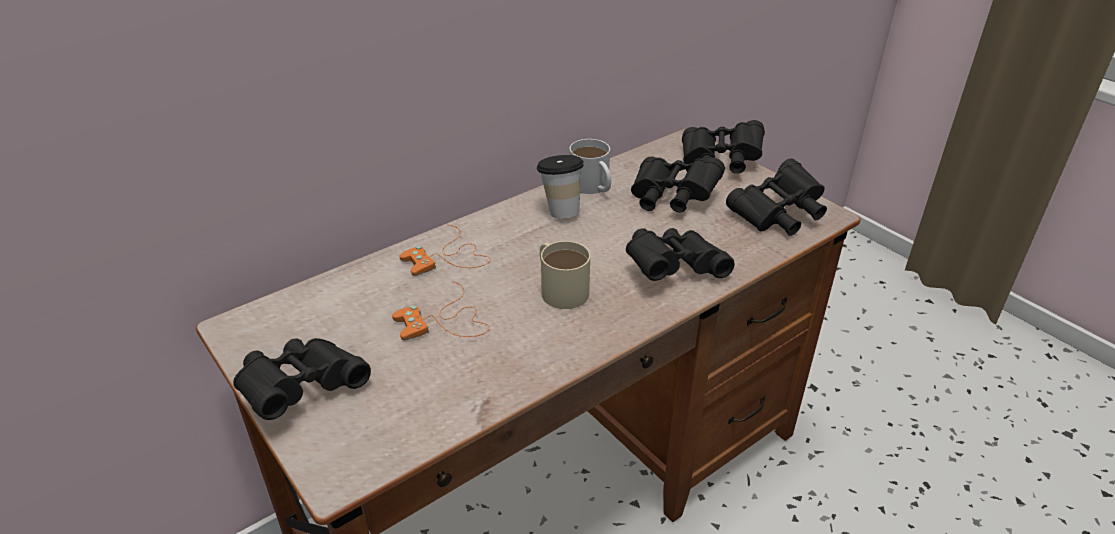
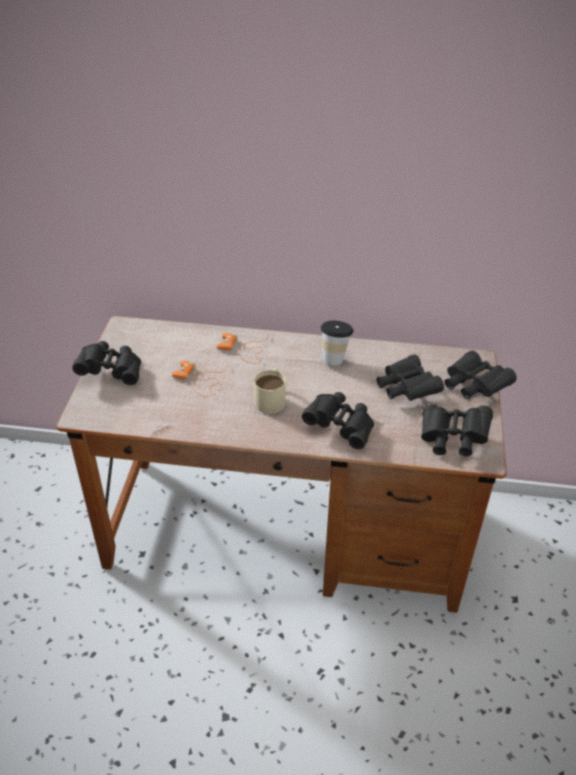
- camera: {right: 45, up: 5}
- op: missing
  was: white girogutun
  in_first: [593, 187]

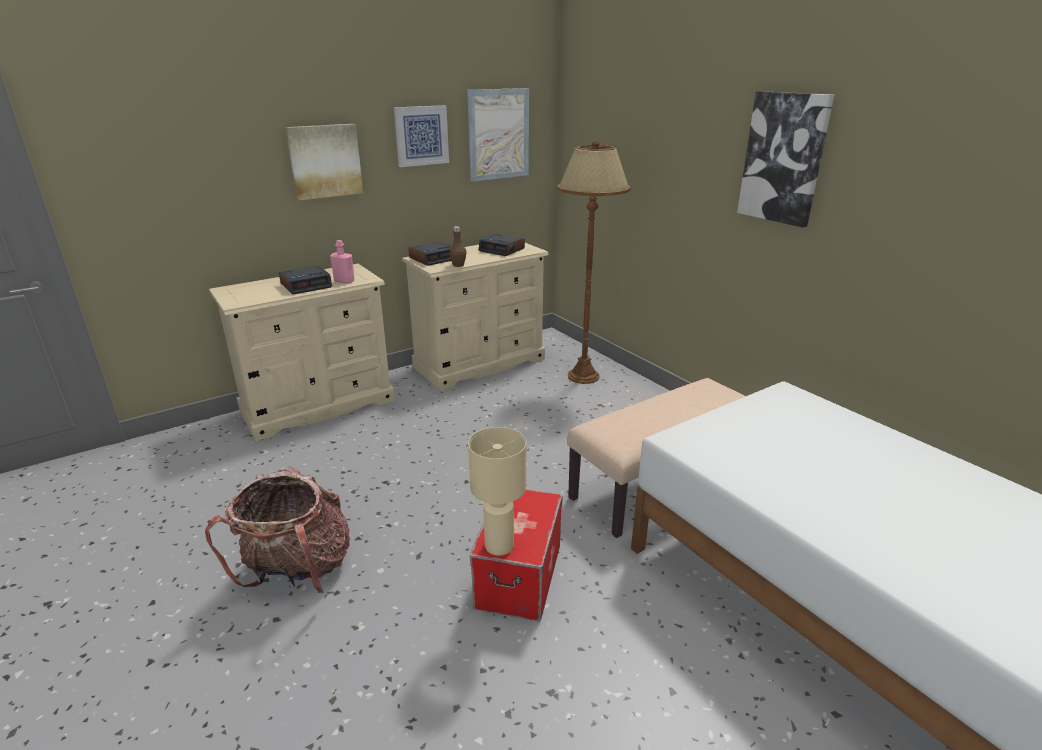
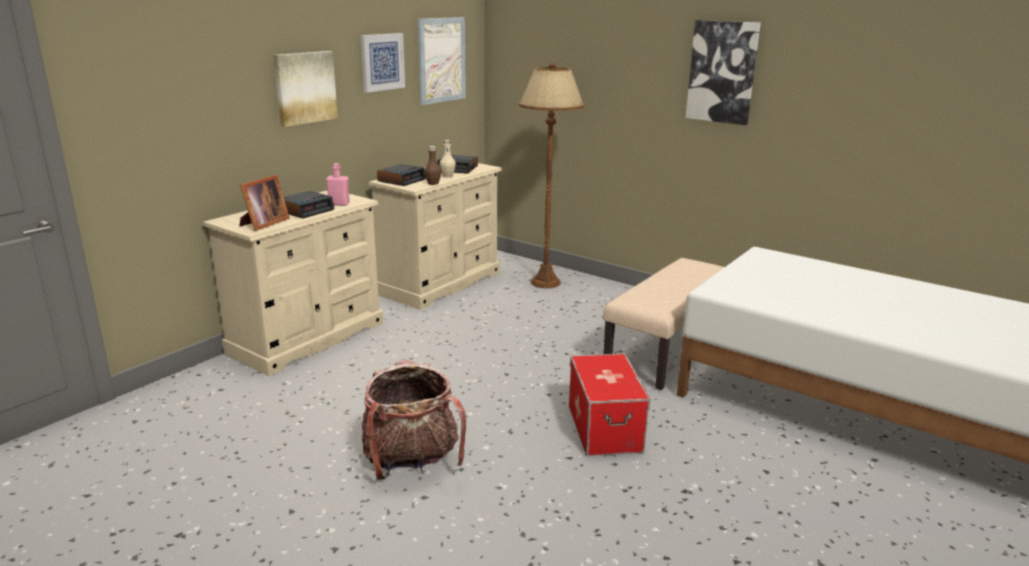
- camera: {right: -20, up: -5}
- op: missing
  was: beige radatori
  in_first: [498, 546]
- op: appeared
  now: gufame
  in_second: [263, 224]
- op: appeared
  now: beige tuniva
  in_second: [447, 176]

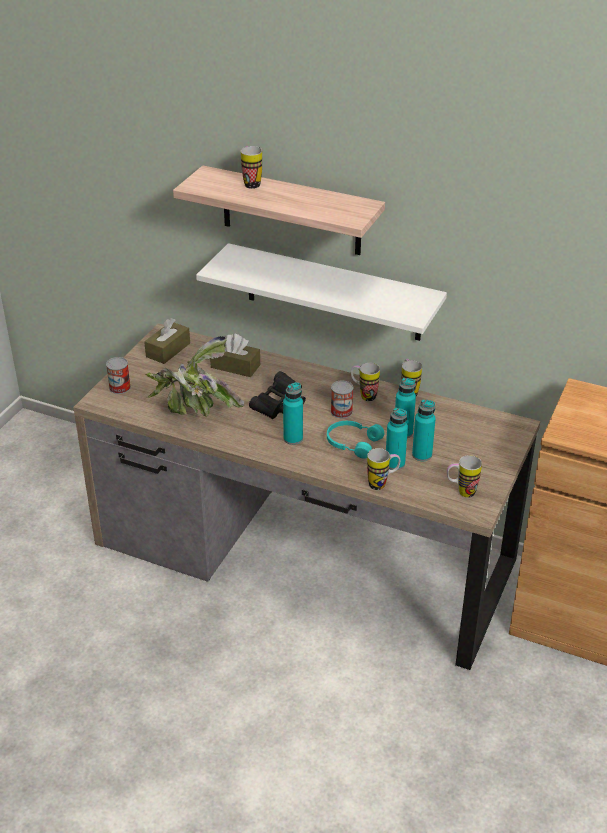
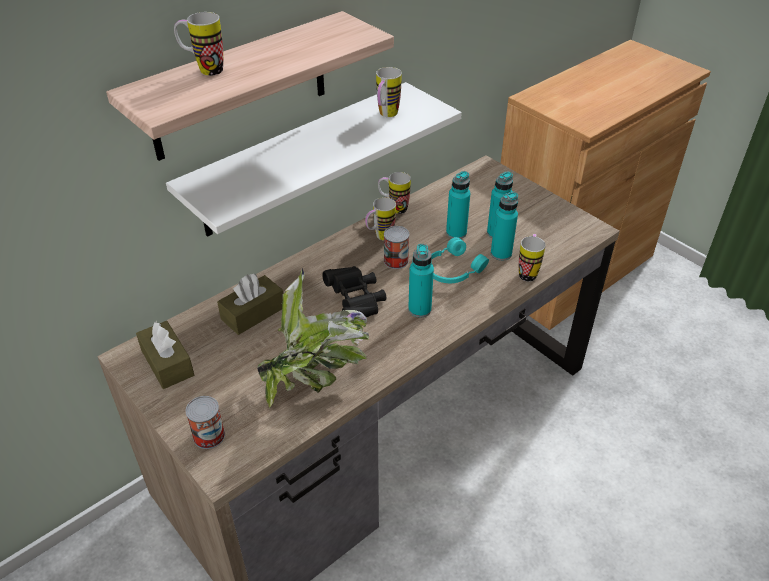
- camera: {right: -65, up: 5}
- op: relocated
  was: girogutun
  in_first: [461, 492]
  in_second: [386, 115]

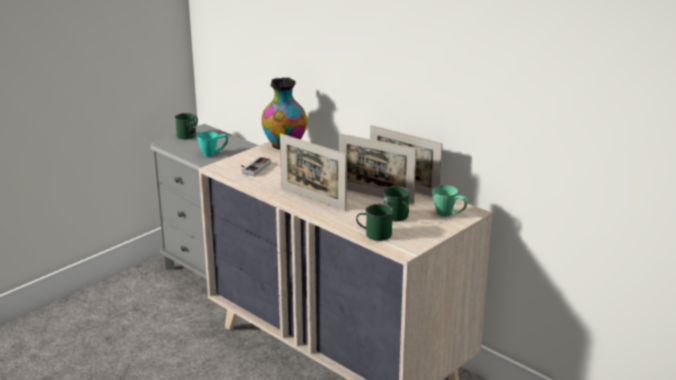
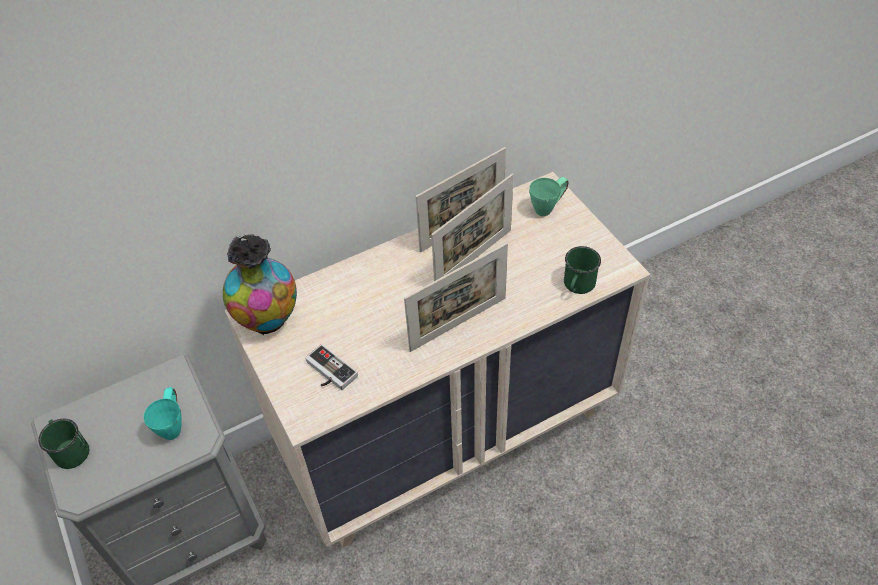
- camera: {right: -70, up: 25}
- op: missing
  was: green girogutun
  in_first: [398, 217]

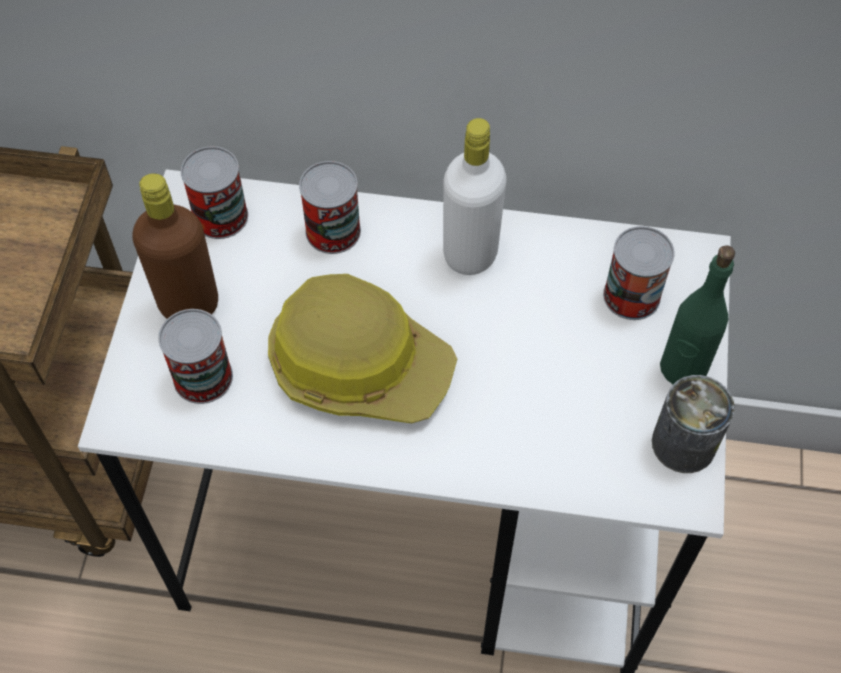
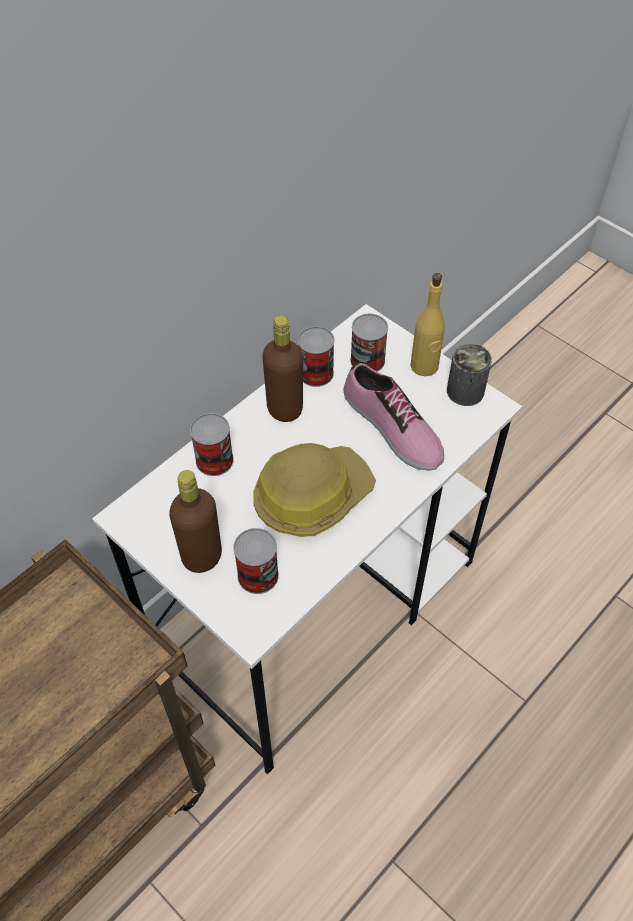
- camera: {right: -55, up: -5}
- op: appeared
  now: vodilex
  in_second: [391, 428]
- op: relocated
  was: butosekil
  in_first: [220, 216]
  in_second: [316, 373]
- op: colour
  was: white tuniva
  now: brown tuniva
  in_first: [470, 254]
  in_second: [284, 409]
- op: colour
  was: green tuniva
  now: yellow tuniva
  in_first: [683, 368]
  in_second: [424, 366]

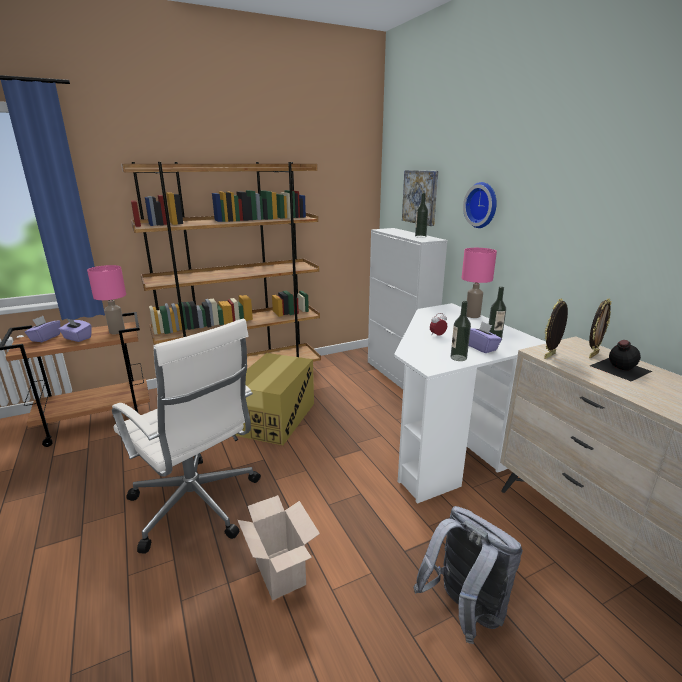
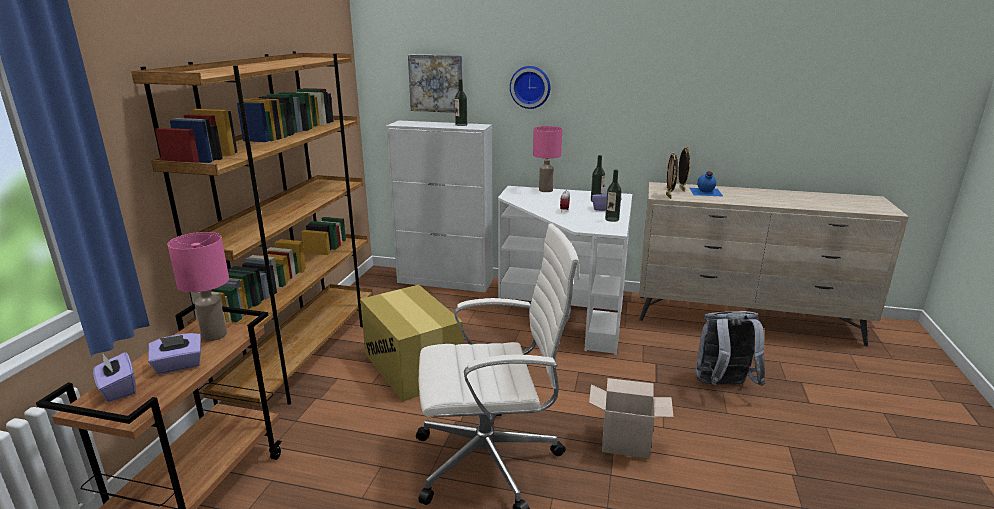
- camera: {right: -50, up: 0}
- op: colour
  was: black tuniva
  now: blue tuniva
  in_first: [619, 368]
  in_second: [705, 192]

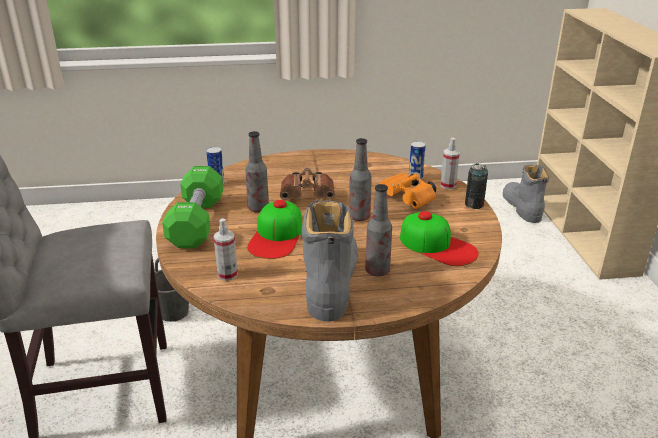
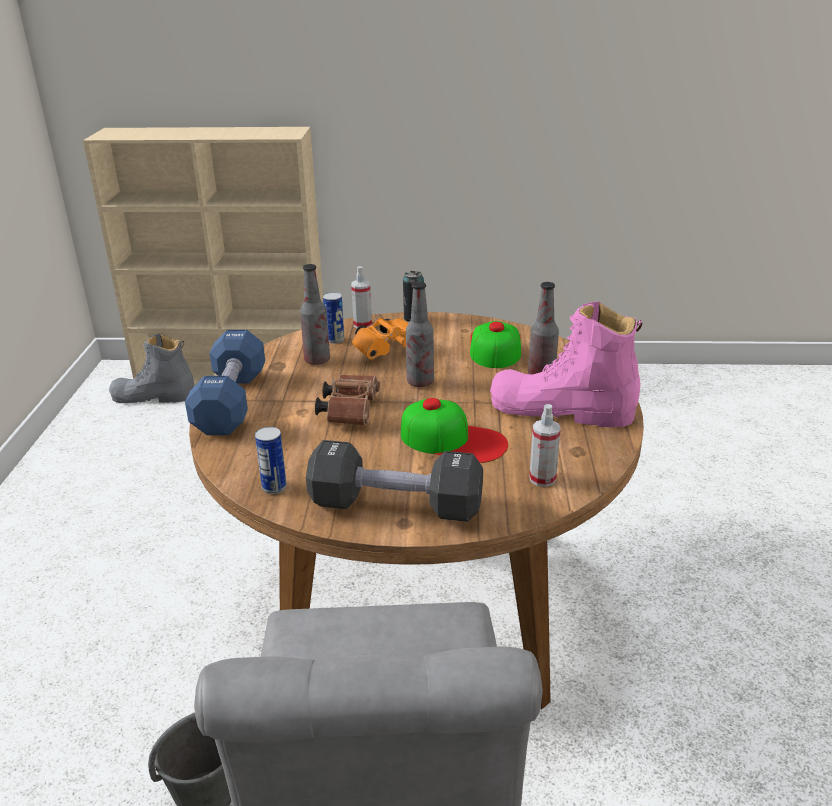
- camera: {right: -80, up: 0}
- op: appeared
  now: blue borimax
  in_second: [231, 402]
- op: relocated
  was: tuniva
  in_first: [258, 208]
  in_second: [317, 360]
- op: colour
  was: green borimax
  now: black borimax
  in_first: [196, 222]
  in_second: [395, 506]
- op: colour
  was: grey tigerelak
  now: pink tigerelak
  in_first: [331, 282]
  in_second: [561, 410]
- op: spun
  was: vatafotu
  in_first: [438, 245]
  in_second: [495, 347]
  clockwise: -45

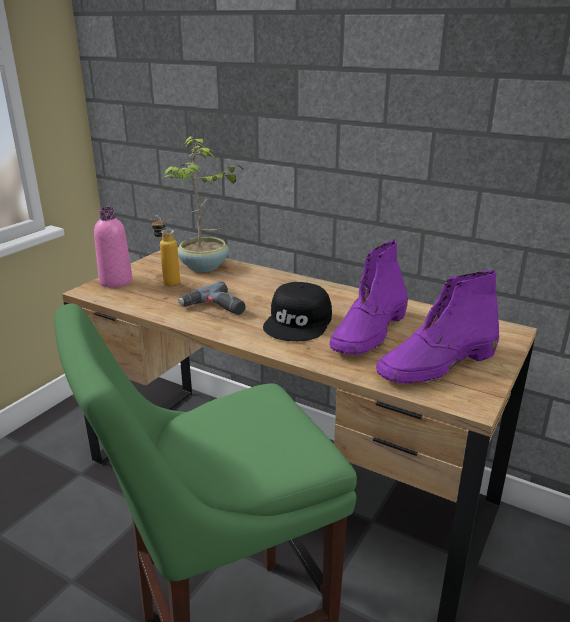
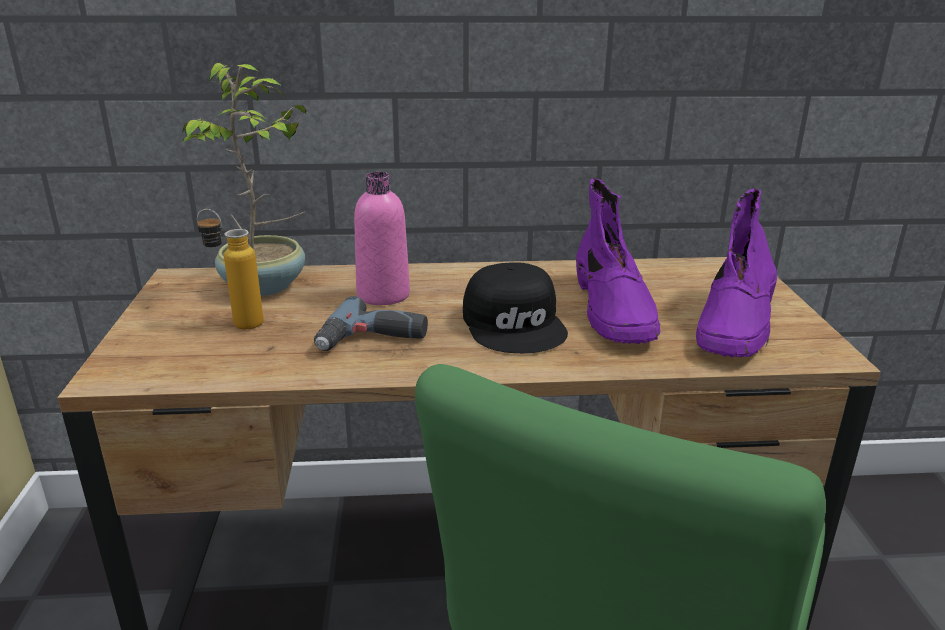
- camera: {right: -35, up: 0}
- op: relocated
  was: pink tuniva
  in_first: [116, 281]
  in_second: [383, 295]

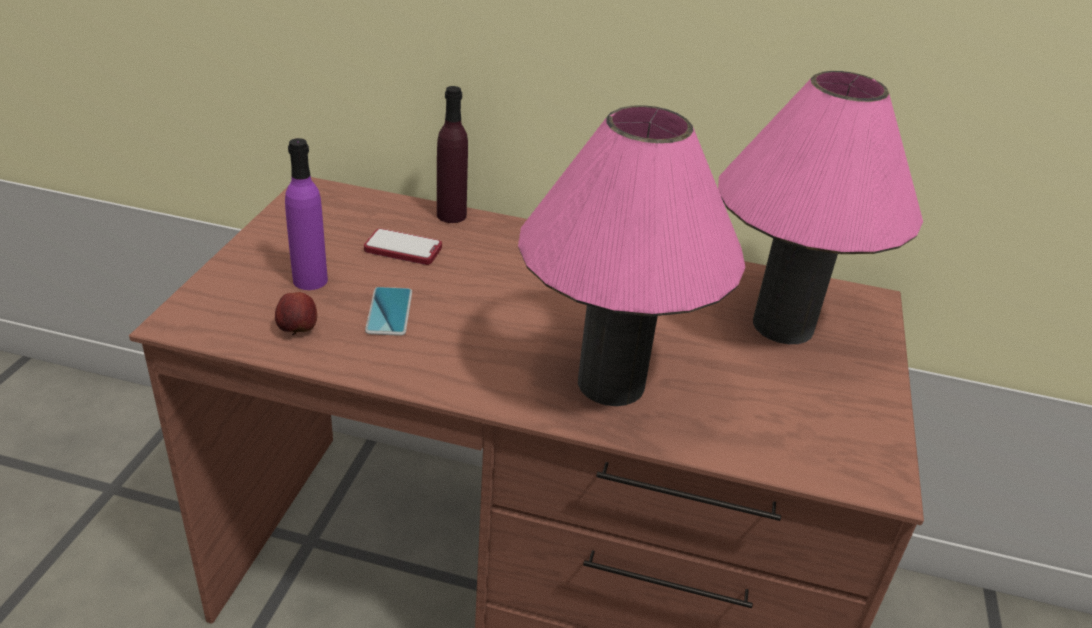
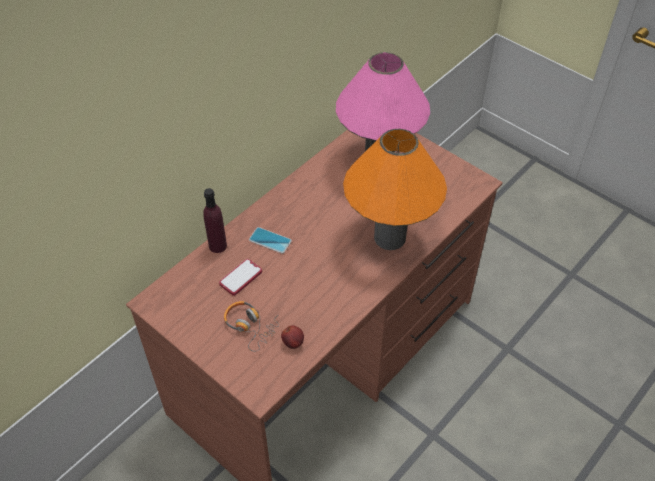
- camera: {right: -60, up: 15}
- op: relocated
  was: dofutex
  in_first: [389, 312]
  in_second: [270, 240]
- op: exchanged
  was: purple tuniva
  now: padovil
  in_first: [310, 280]
  in_second: [250, 327]
- op: colour
  was: pink radatori
  now: orange radatori
  in_first: [611, 383]
  in_second: [390, 237]

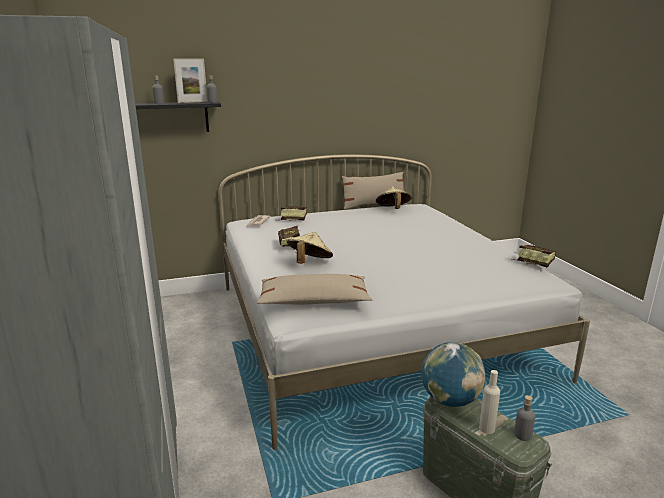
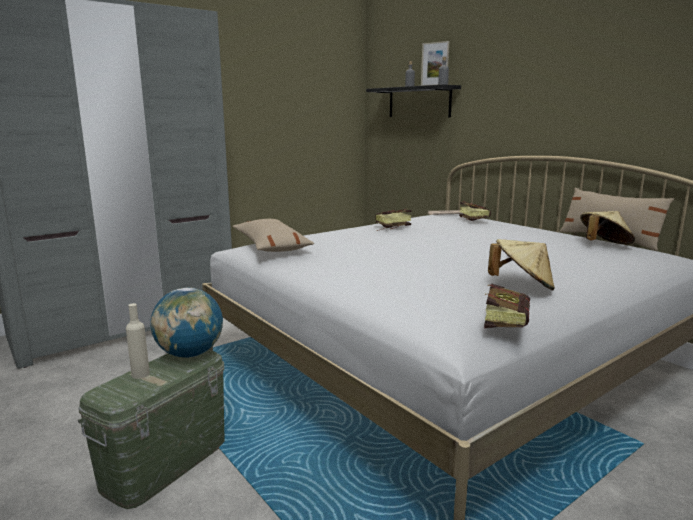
- camera: {right: 70, up: -5}
- op: missing
  was: grey tuniva
  in_first: [522, 435]
- op: relocated
  was: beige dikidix
  in_first: [309, 263]
  in_second: [522, 286]

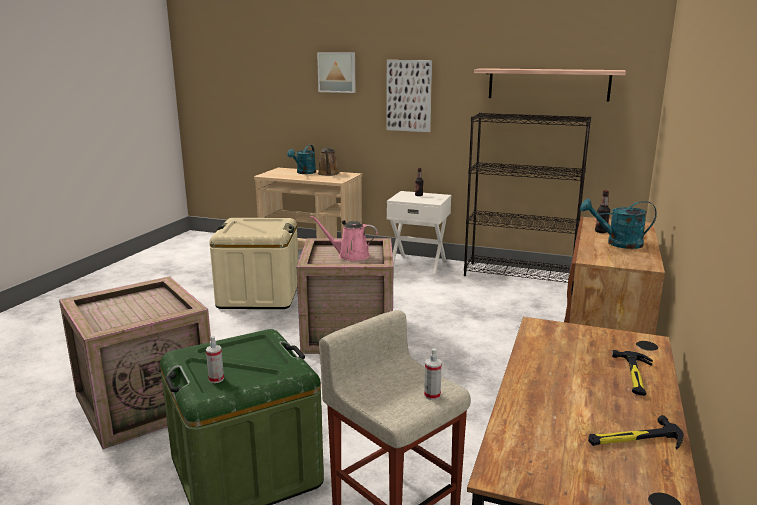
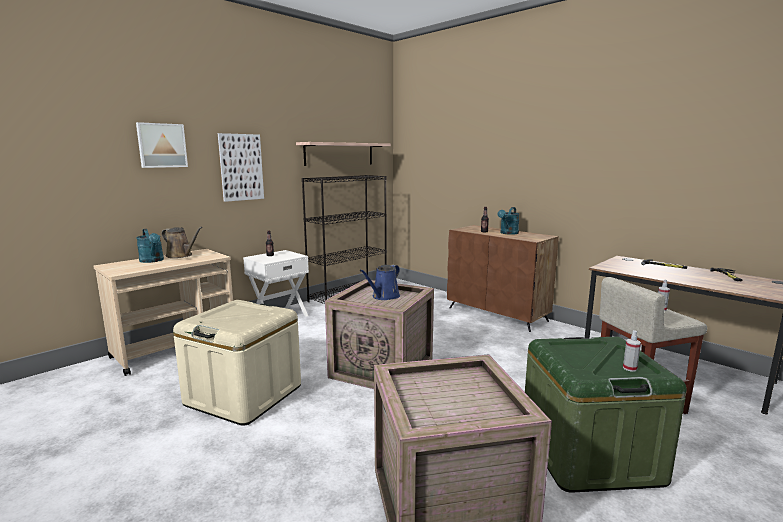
- camera: {right: -65, up: -5}
- op: colour
  was: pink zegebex
  now: blue zegebex
  in_first: [350, 256]
  in_second: [384, 297]

